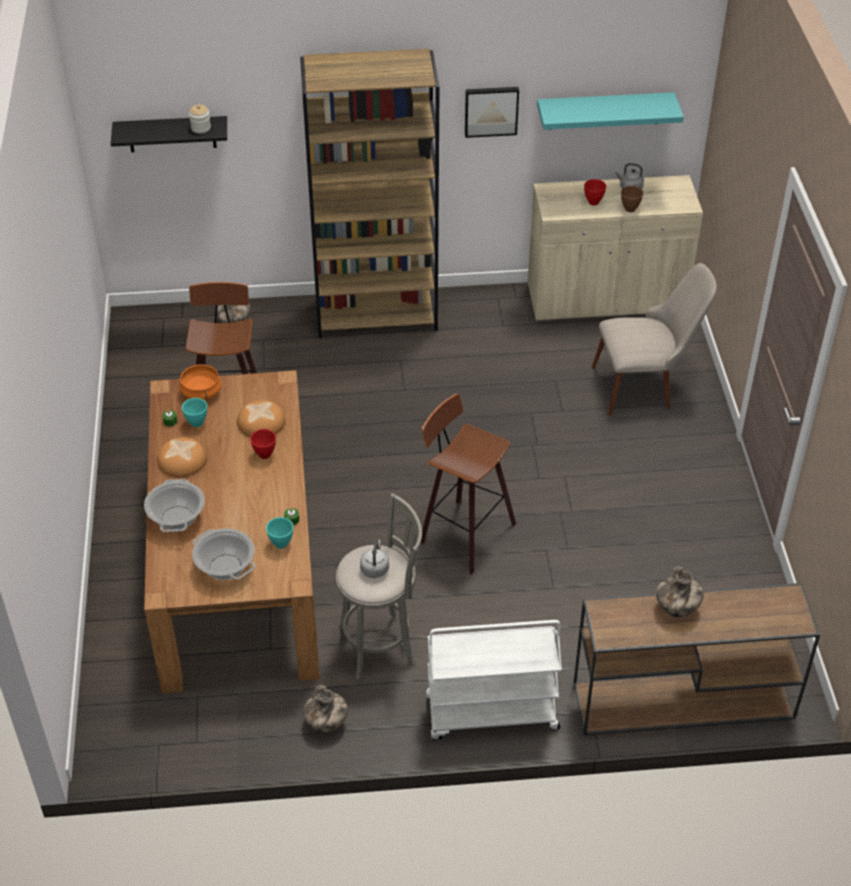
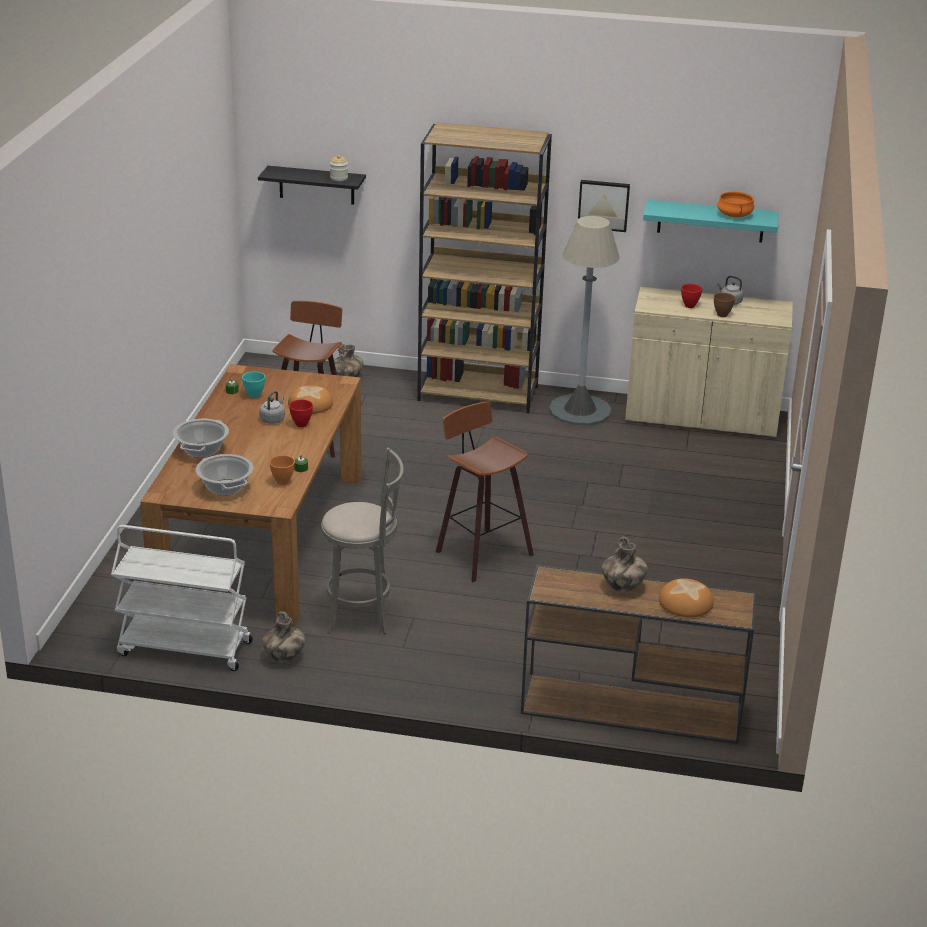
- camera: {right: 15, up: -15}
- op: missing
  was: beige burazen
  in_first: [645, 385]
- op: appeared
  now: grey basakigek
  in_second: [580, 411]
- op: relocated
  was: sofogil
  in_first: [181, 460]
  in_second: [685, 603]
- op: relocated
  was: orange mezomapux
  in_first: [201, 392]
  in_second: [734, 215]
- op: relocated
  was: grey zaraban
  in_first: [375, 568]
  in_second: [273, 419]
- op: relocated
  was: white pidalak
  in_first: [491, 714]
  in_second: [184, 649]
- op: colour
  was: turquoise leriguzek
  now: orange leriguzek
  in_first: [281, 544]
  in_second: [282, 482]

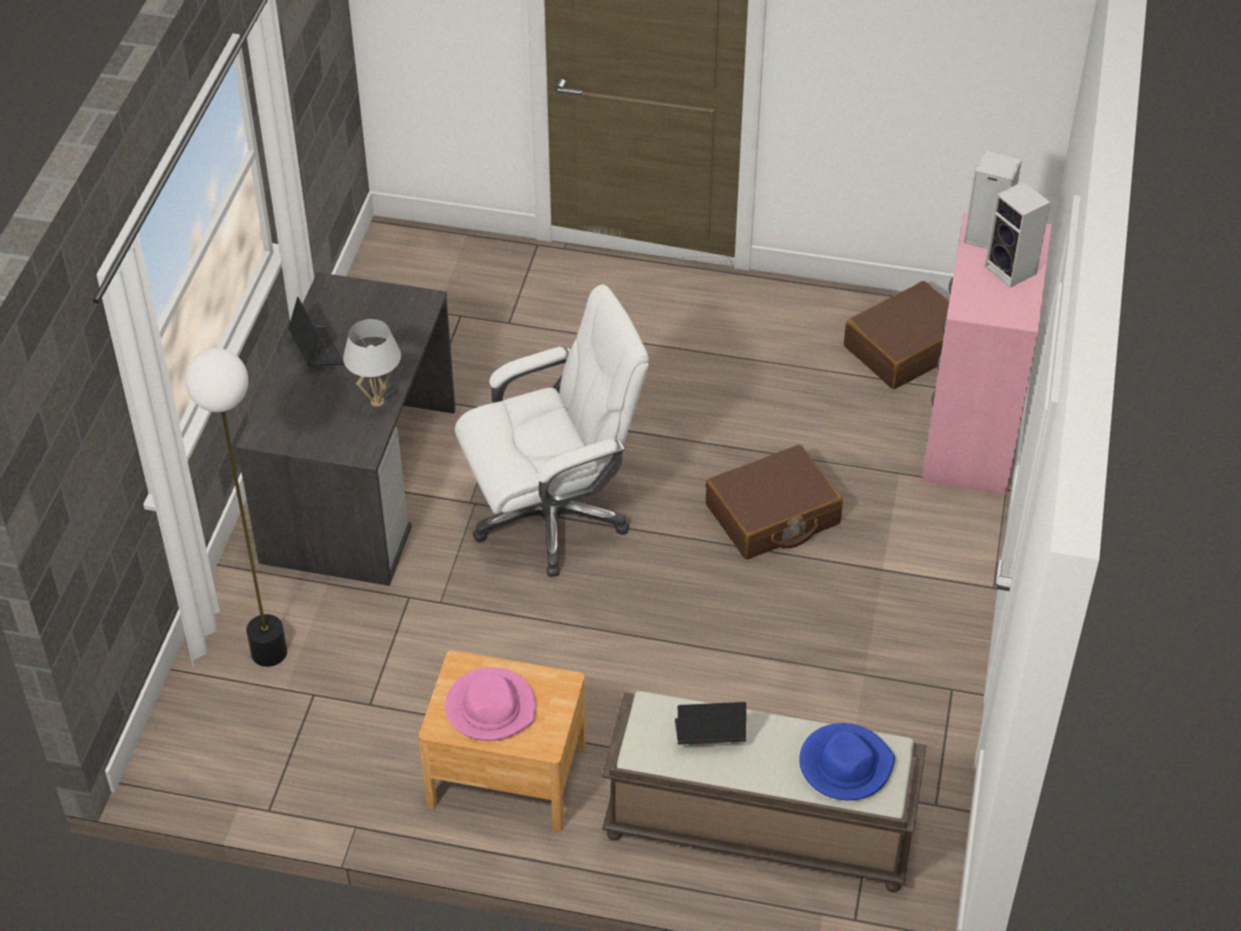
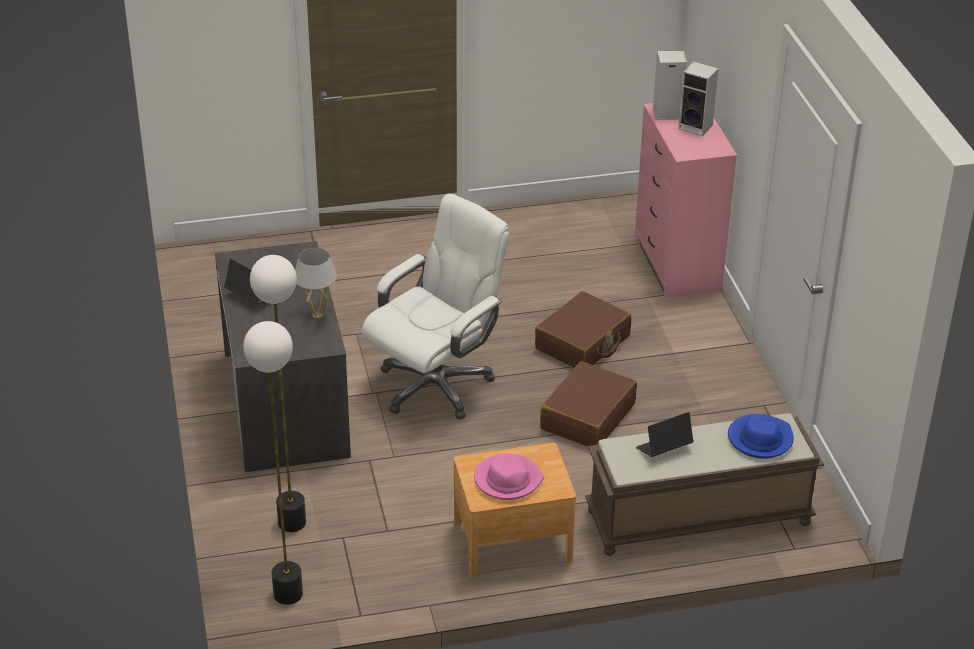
- camera: {right: -25, up: -10}
- op: appeared
  now: basakigek
  in_second: [287, 594]
- op: relocated
  was: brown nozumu
  in_first: [906, 347]
  in_second: [587, 416]

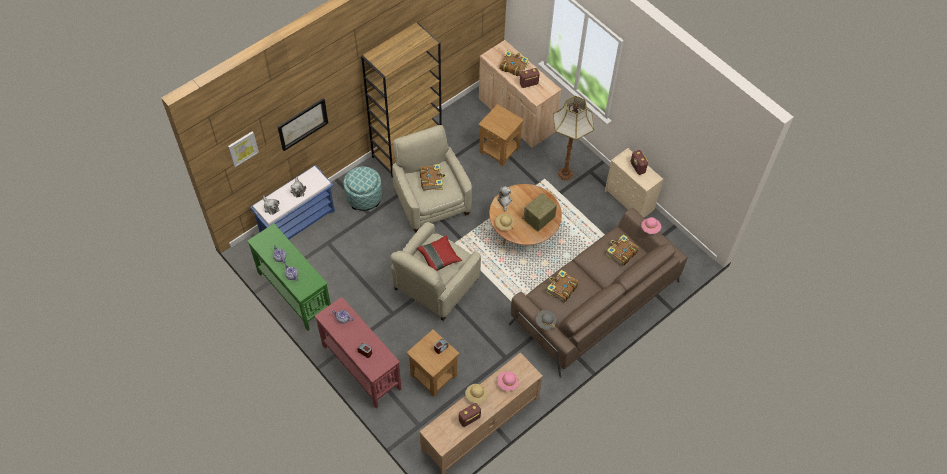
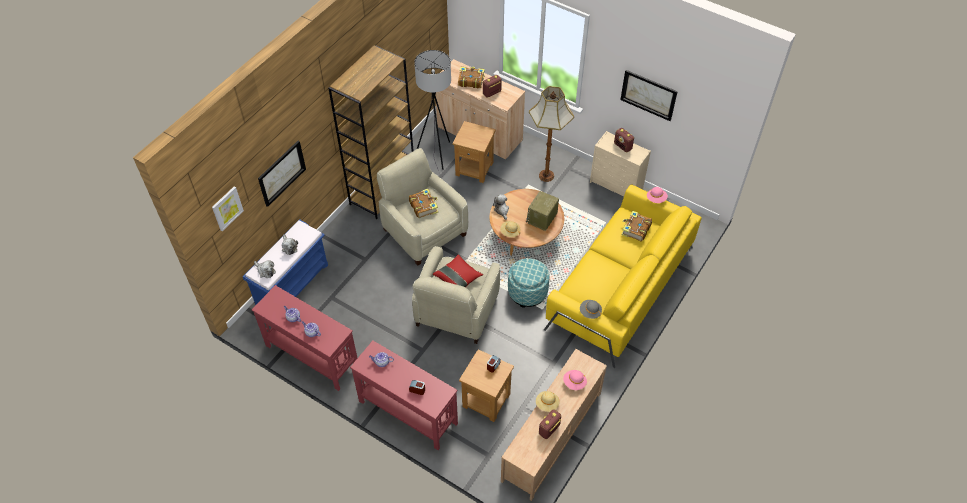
- camera: {right: -15, up: -5}
- op: missing
  was: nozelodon
  in_first: [561, 289]
- op: appeared
  now: grey basakigek
  in_second: [437, 156]
- op: appeared
  now: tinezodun
  in_second: [648, 95]
- op: relocated
  was: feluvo
  in_first: [364, 197]
  in_second: [527, 292]
- op: colour
  was: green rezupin
  now: red rezupin
  in_first: [294, 292]
  in_second: [312, 355]
- op: colour
  was: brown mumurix
  now: yellow mumurix
  in_first: [594, 302]
  in_second: [620, 287]

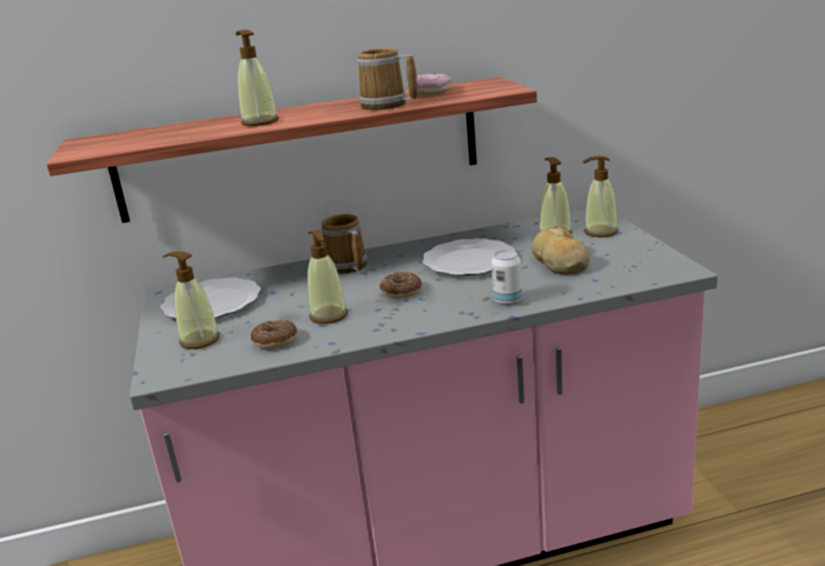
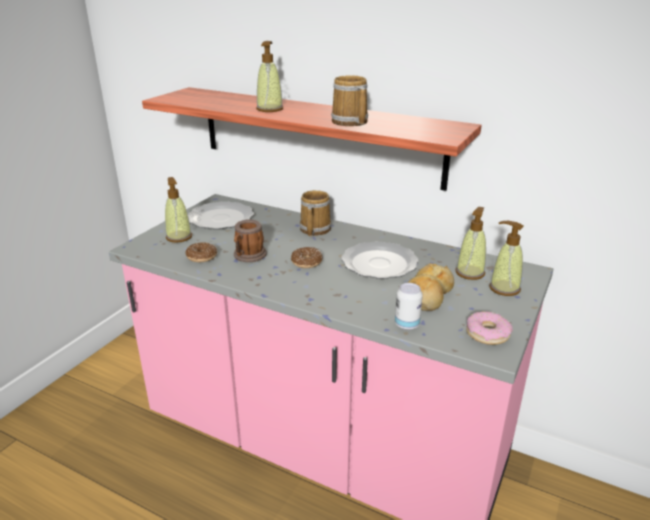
- camera: {right: 40, up: 5}
- op: relocated
  was: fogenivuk
  in_first: [430, 92]
  in_second: [487, 334]
- op: relocated
  was: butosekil
  in_first: [508, 301]
  in_second: [407, 325]
- op: exchanged
  was: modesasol
  now: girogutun
  in_first: [329, 316]
  in_second: [248, 256]

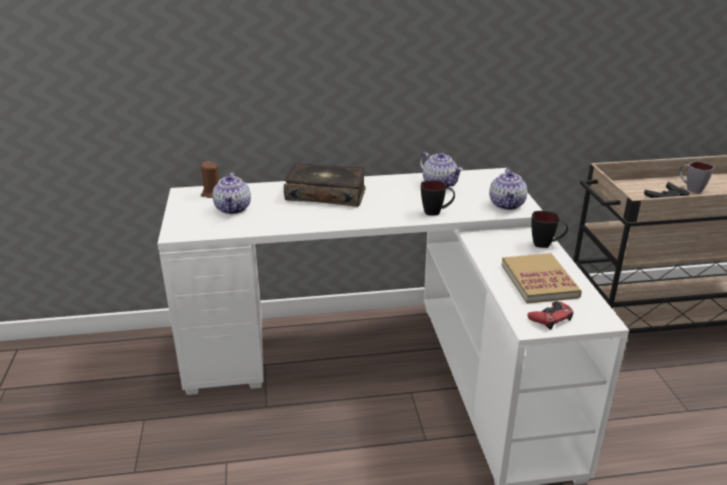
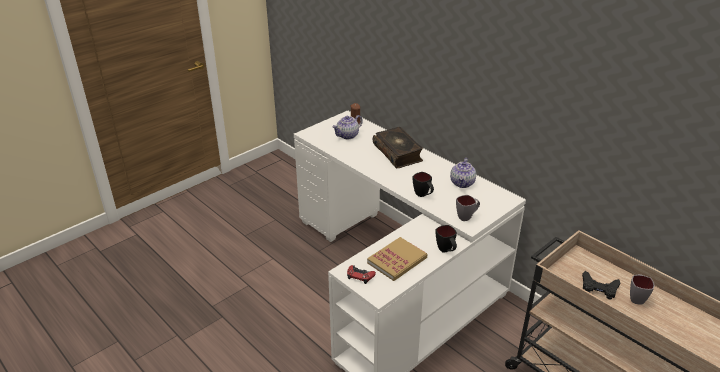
- camera: {right: 55, up: 5}
- op: exchanged
  was: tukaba
  now: grey girogutun
  in_first: [507, 205]
  in_second: [467, 217]

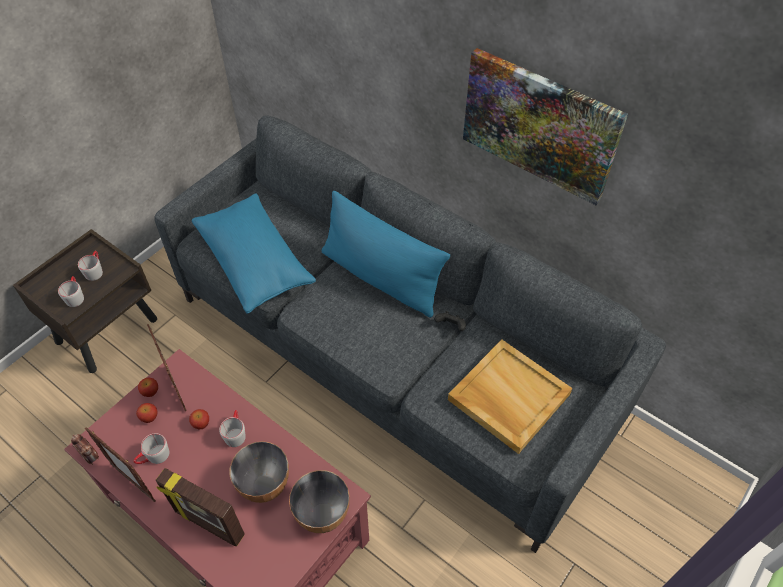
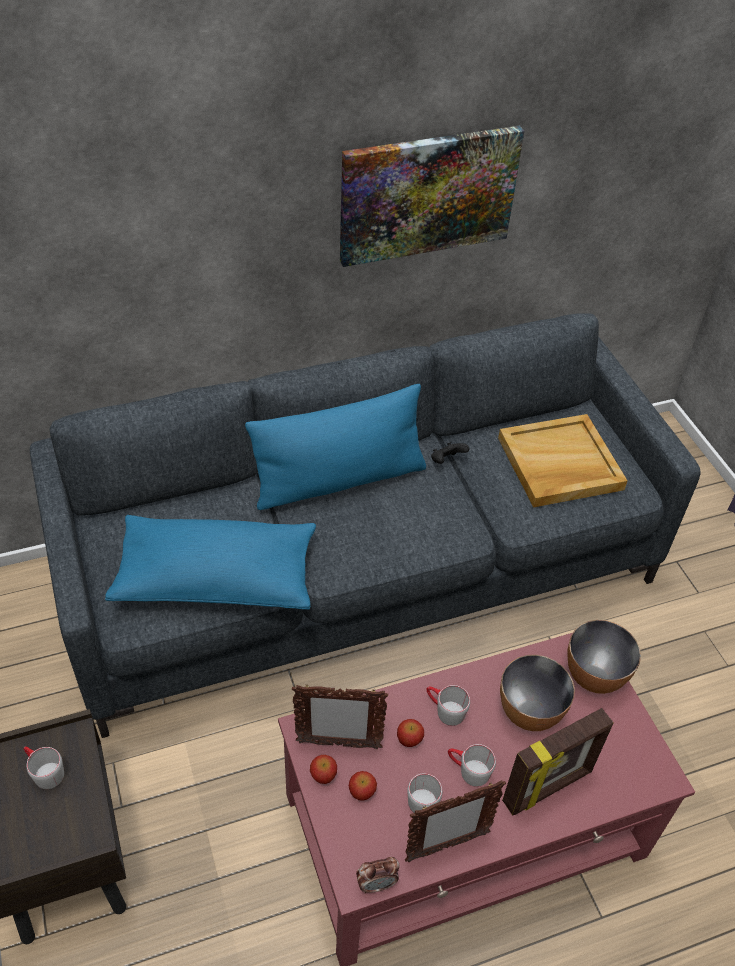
- camera: {right: -60, up: -5}
- op: relocated
  was: grey girogutun
  in_first: [75, 296]
  in_second: [468, 770]

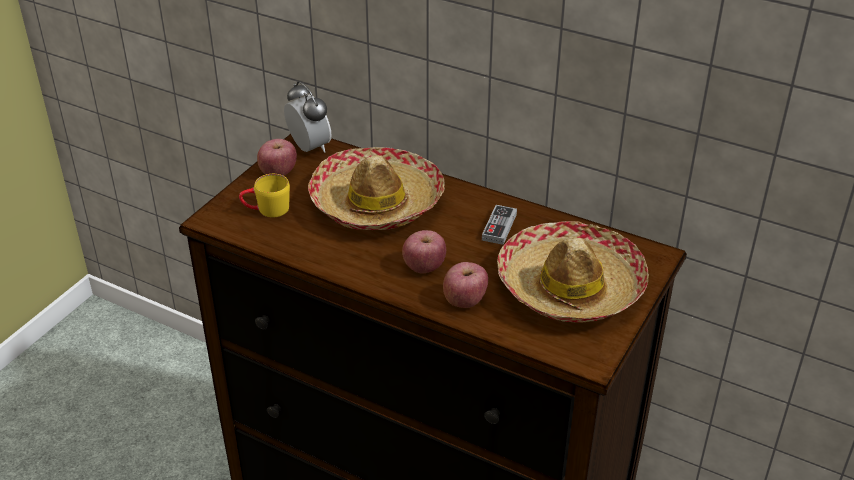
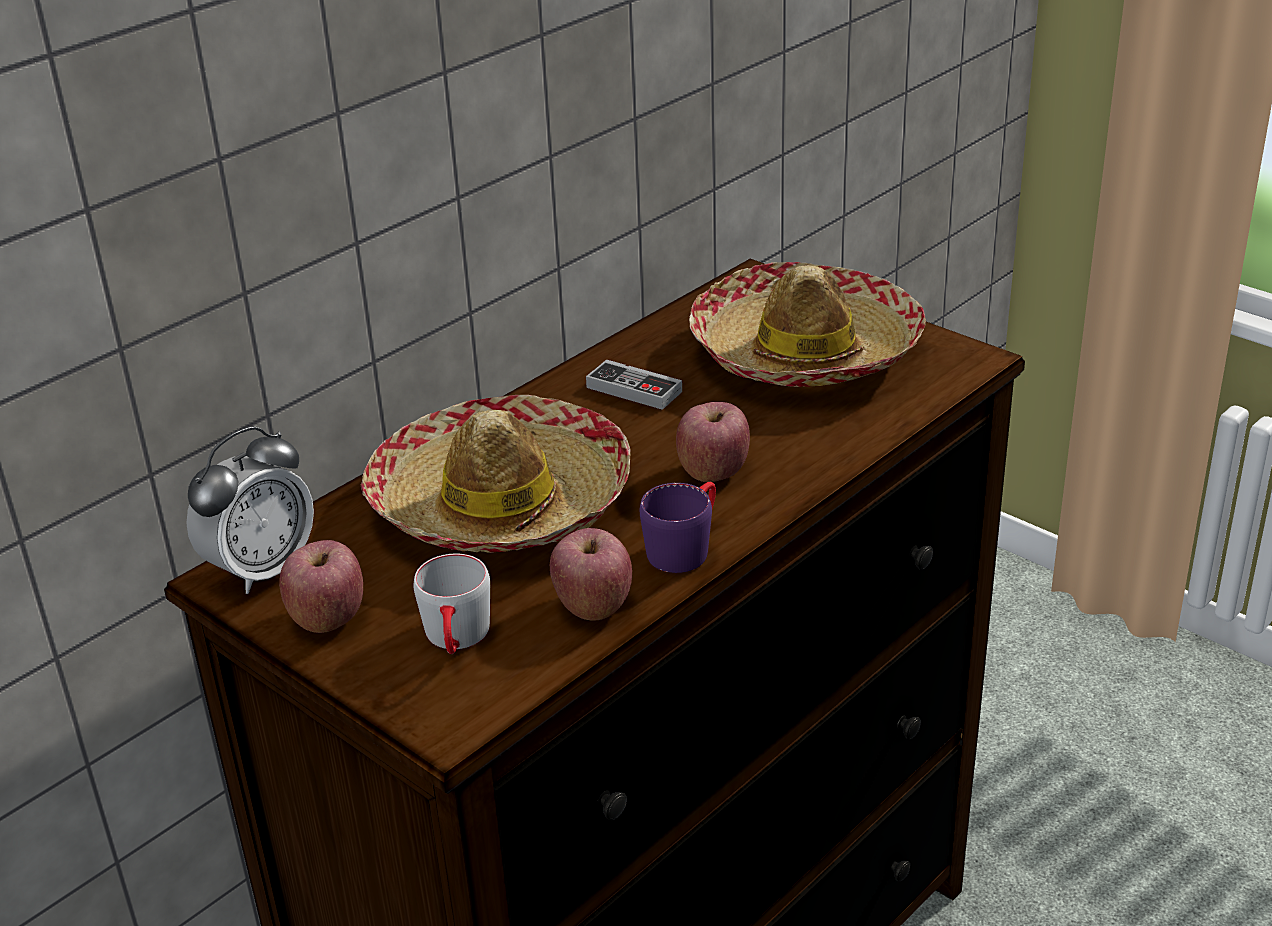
- camera: {right: -75, up: -5}
- op: appeared
  now: purple girogutun
  in_second: [685, 546]
- op: relocated
  was: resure
  in_first: [464, 300]
  in_second: [593, 605]
- op: colour
  was: yellow girogutun
  now: grey girogutun
  in_first: [266, 210]
  in_second: [457, 640]
- op: spun
  was: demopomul
  in_first: [309, 148]
  in_second: [261, 570]
  clockwise: 150

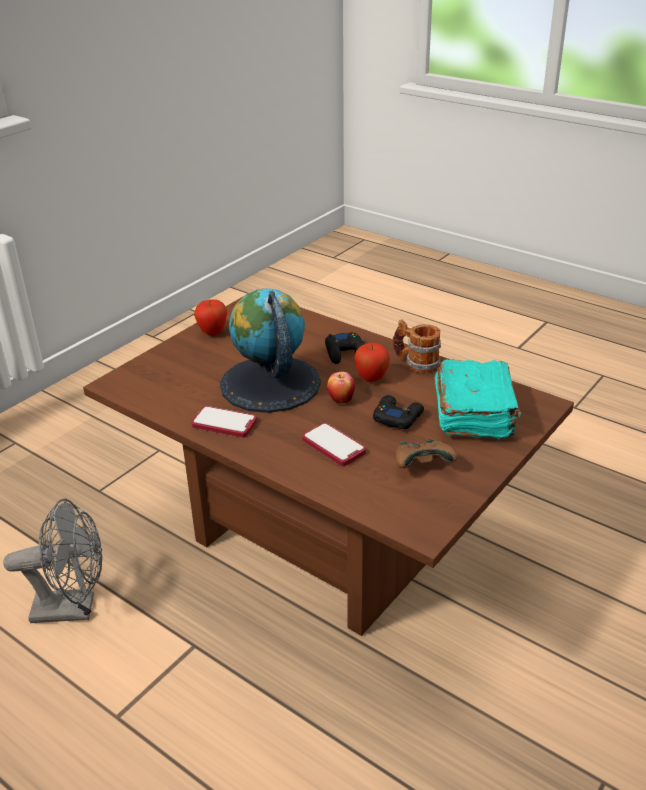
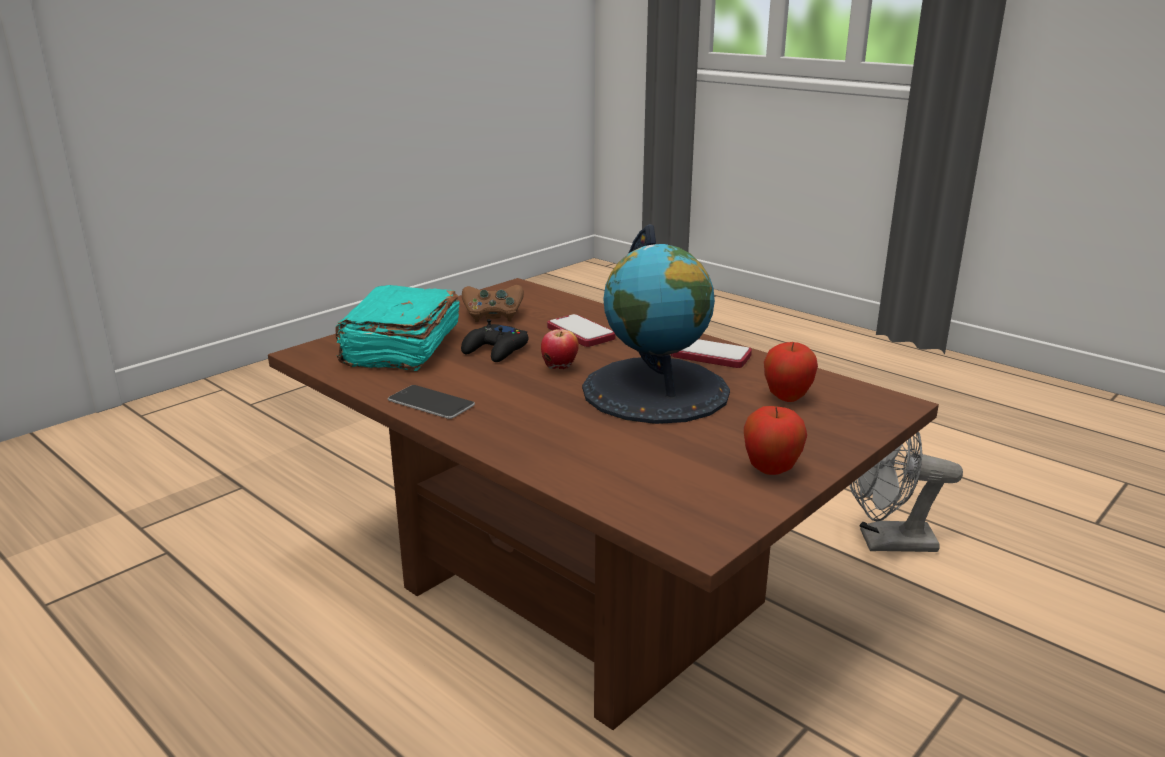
- camera: {right: -175, up: -10}
- op: missing
  was: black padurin
  in_first: [345, 353]
- op: relocated
  was: resure
  in_first: [371, 379]
  in_second: [787, 398]
- op: exchanged
  was: girogutun
  now: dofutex
  in_first: [416, 363]
  in_second: [431, 402]

